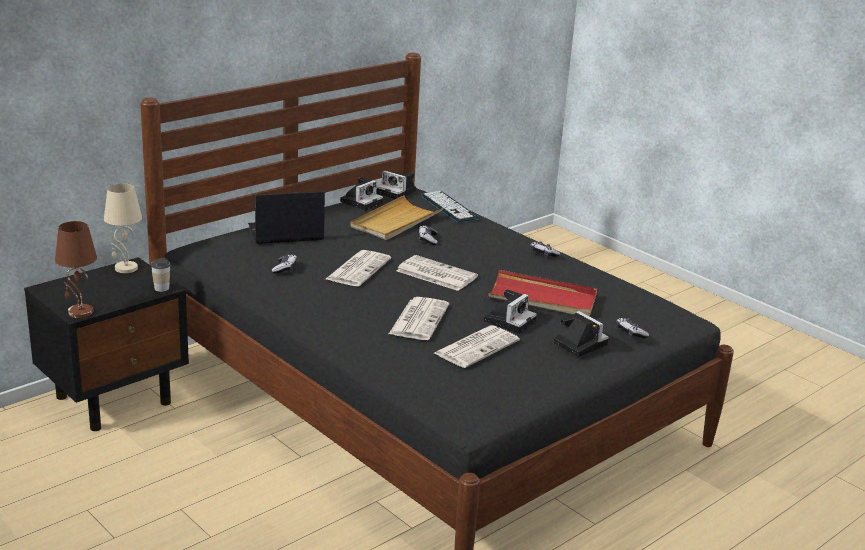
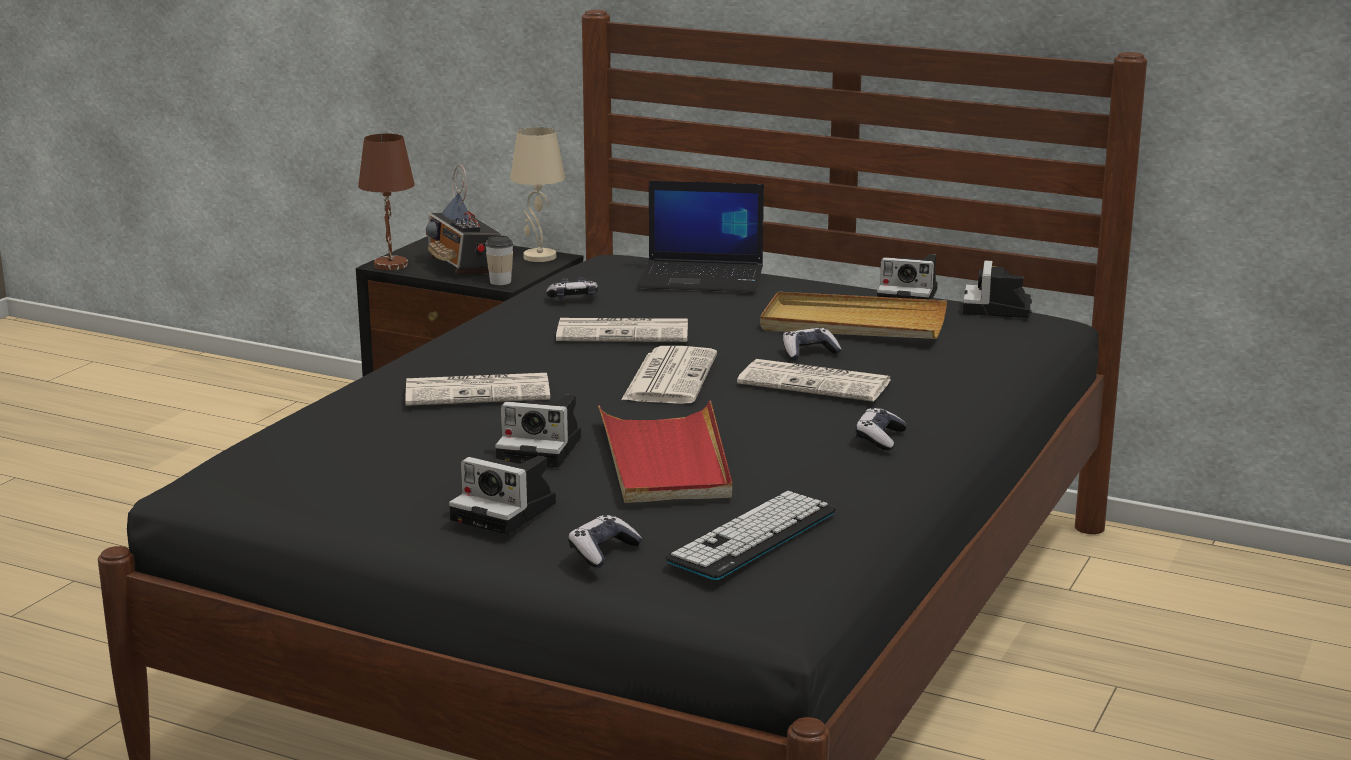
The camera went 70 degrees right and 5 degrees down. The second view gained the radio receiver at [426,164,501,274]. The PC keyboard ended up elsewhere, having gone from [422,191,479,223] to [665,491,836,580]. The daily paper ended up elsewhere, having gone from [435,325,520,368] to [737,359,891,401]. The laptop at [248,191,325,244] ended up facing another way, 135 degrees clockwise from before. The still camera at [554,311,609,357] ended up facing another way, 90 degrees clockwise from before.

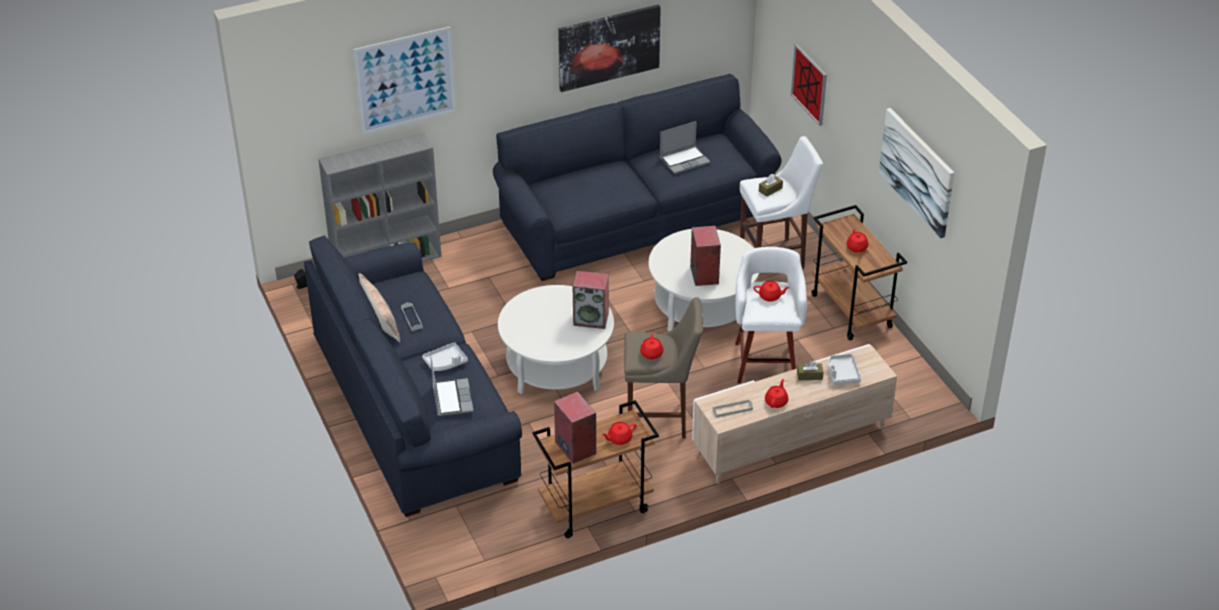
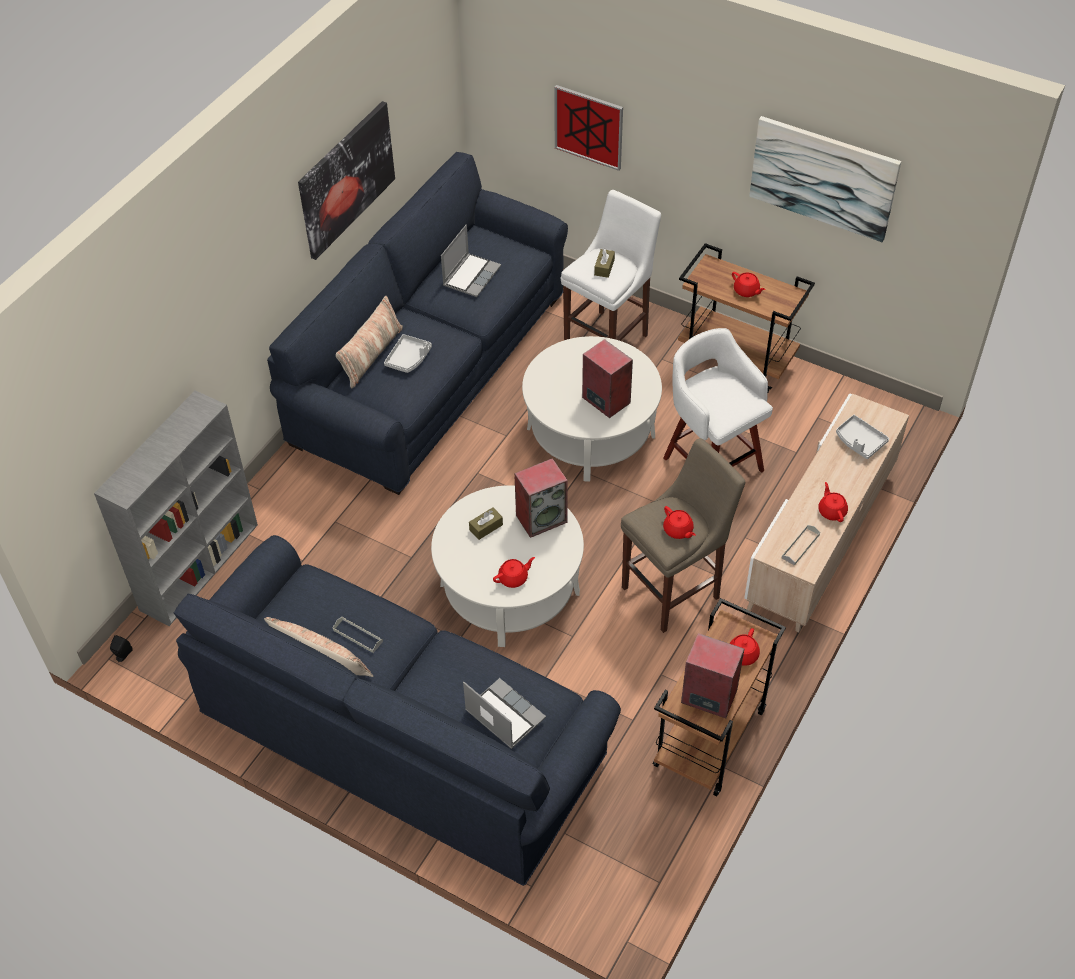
The camera went 35 degrees left and 10 degrees up. The second view lost the picture at [353,27,456,135]. The second view gained the pillow at [336,296,403,389]. The tray (greyish) ended up elsewhere, having gone from [422,342,468,371] to [384,334,432,373]. The tea pot (red-coloured) ended up elsewhere, having gone from [754,281,790,302] to [493,557,535,588]. The tissue holder (brownish) ended up elsewhere, having gone from [797,361,823,380] to [469,507,503,540].

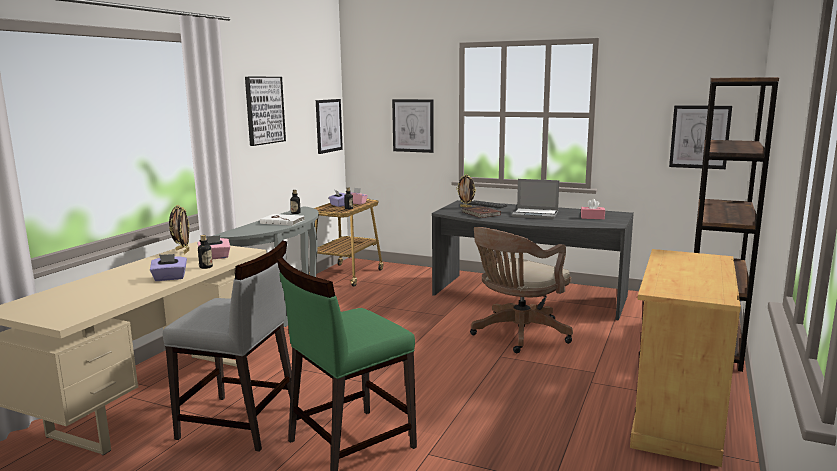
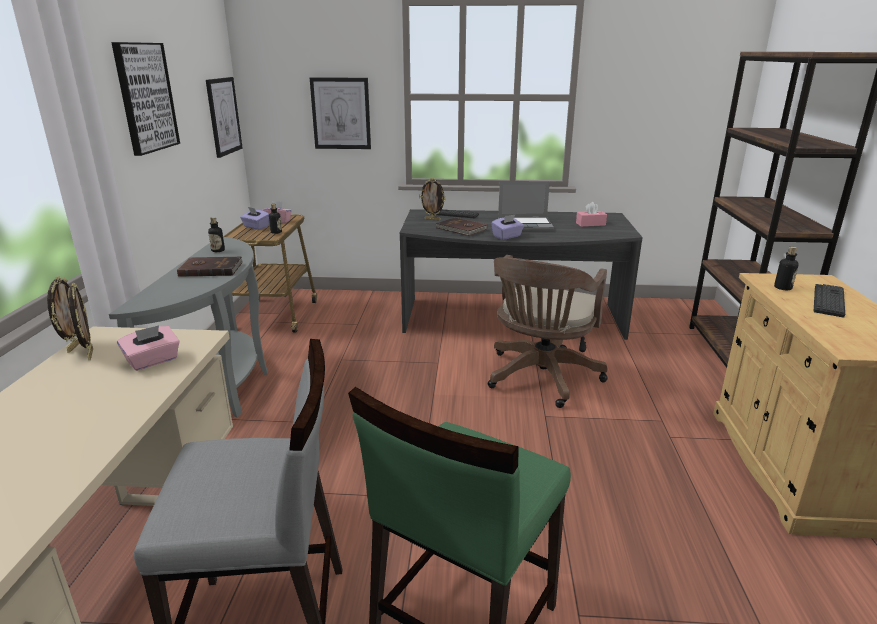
The camera went 20 degrees left and 10 degrees up. The second view lost the picture at [669,105,732,169]. The second view gained the PC keyboard at [814,284,845,318]. The tissue holder (purple) ended up elsewhere, having gone from [150,254,187,281] to [491,215,524,240]. The beverage bottle ended up elsewhere, having gone from [198,235,213,269] to [774,247,799,290]. What was the book (whitish) at [260,214,305,226] turned into the book (brownish) at [176,257,243,277].

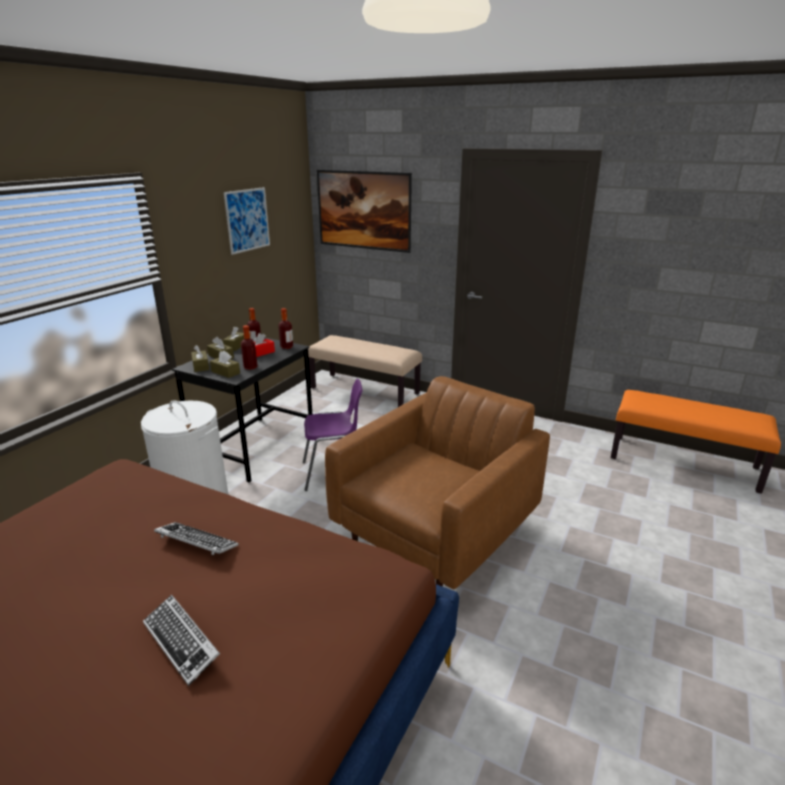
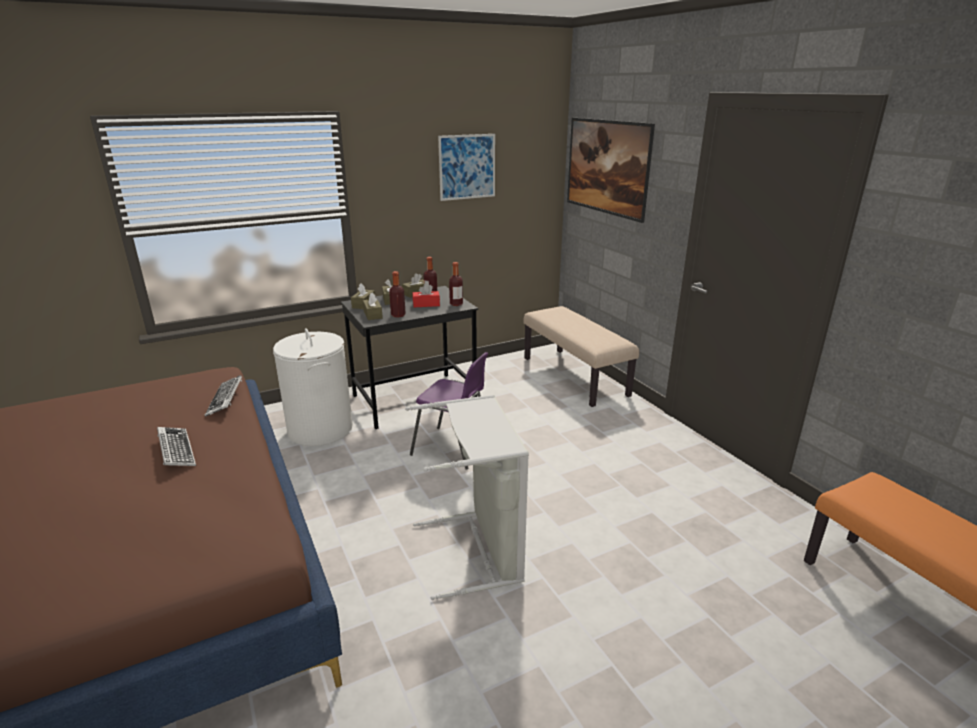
The camera went 35 degrees right and 0 degrees up. The PC keyboard ended up elsewhere, having gone from [143,595,220,686] to [205,375,242,417]. Where the lounge chair (brownish) stood at [325,376,550,589], the washing basket (greyish) came to stand at [405,395,529,600].

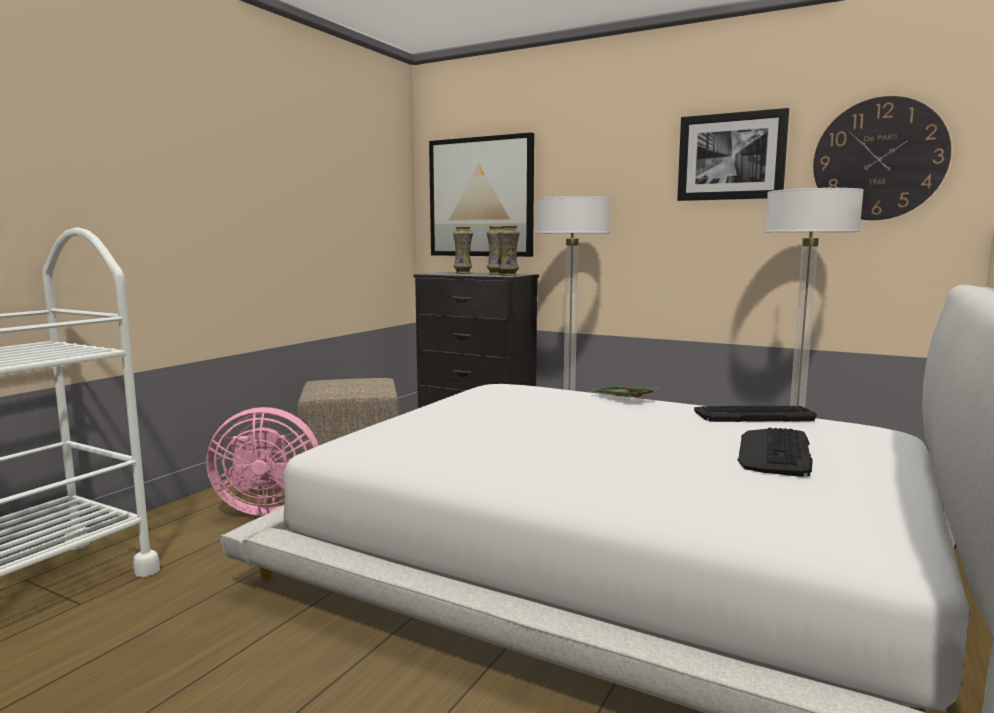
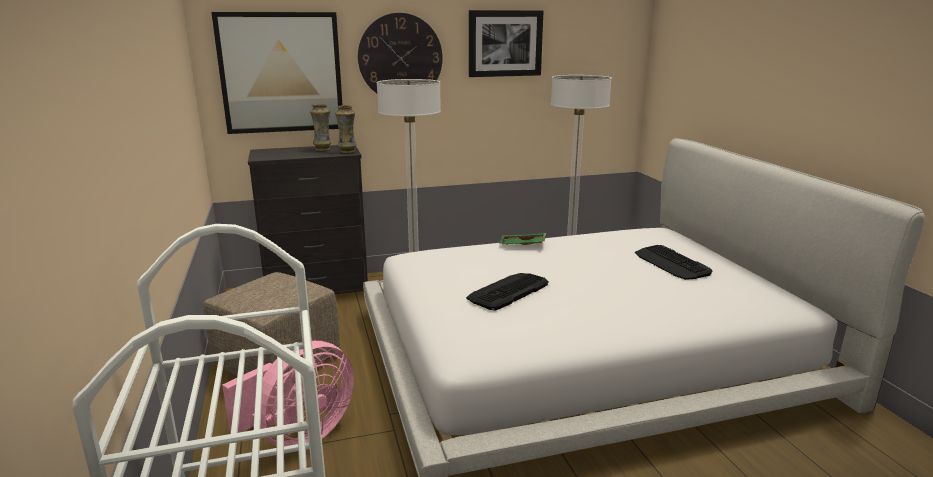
The camera went 45 degrees left and 10 degrees up. The second view lost the vase at [453,227,473,274]. The PC keyboard ended up elsewhere, having gone from [694,406,817,422] to [466,273,549,311]. The hanging clock ended up elsewhere, having gone from [813,96,951,220] to [358,13,443,93].

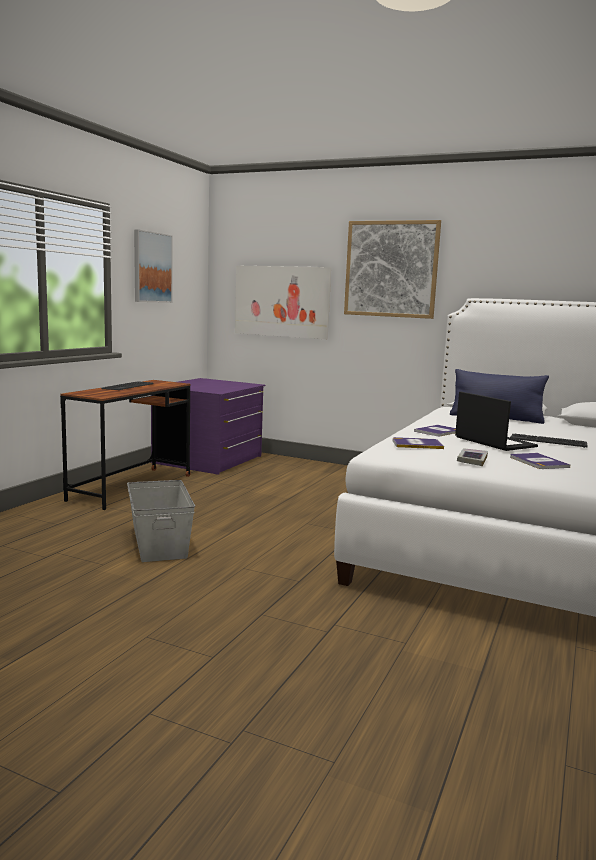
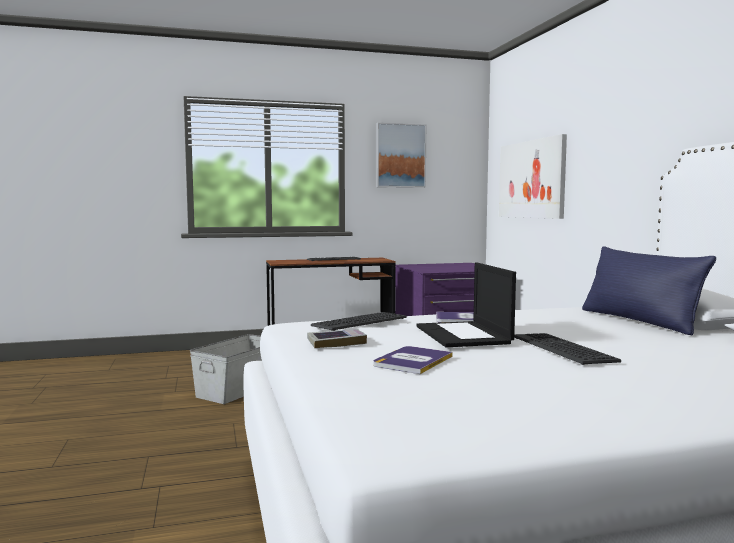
The camera went 50 degrees right and 5 degrees down. The second view lost the picture at [344,220,441,319]. Where the book stood at [393,437,444,449], the PC keyboard came to stand at [311,312,407,331]. The laptop at [455,392,538,451] ended up facing another way, 150 degrees clockwise from before.

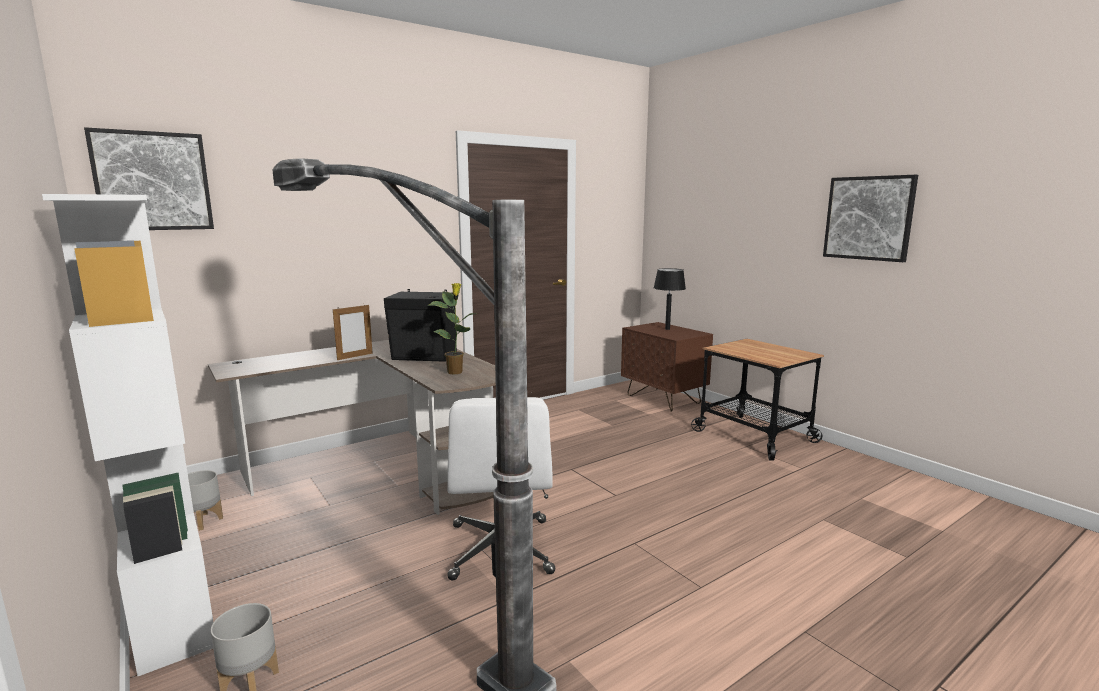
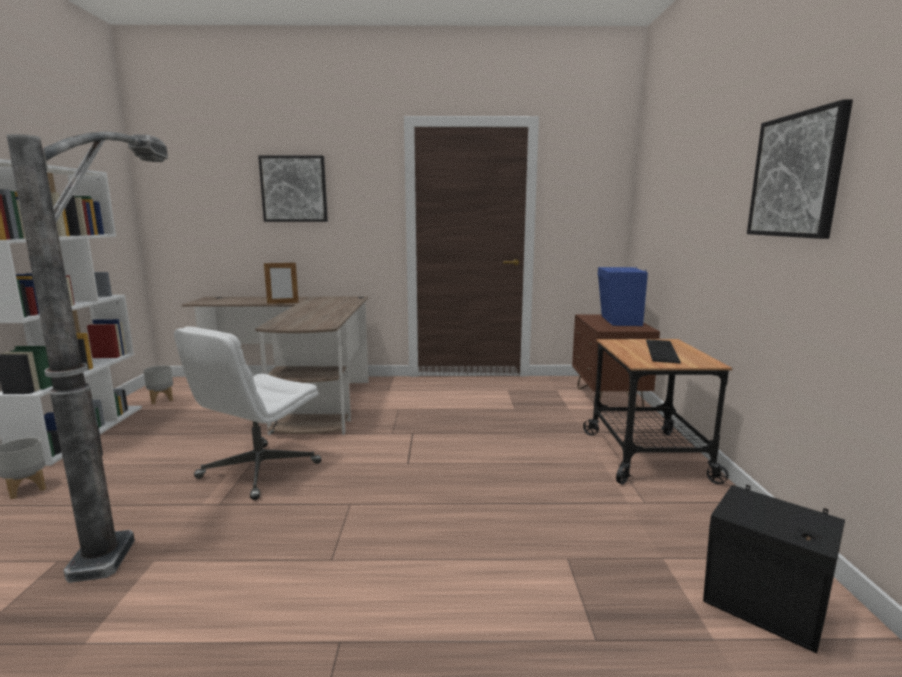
The camera went 35 degrees right and 0 degrees up. The second view lost the houseplant at [429,283,475,374]. The second view gained the PC keyboard at [646,339,681,364]. The picture ended up elsewhere, having gone from [84,127,214,230] to [258,156,328,222]. The audio speaker (black-coloured) ended up elsewhere, having gone from [384,289,457,362] to [703,485,845,653]. Where the tabletop lamp (black-coloured) stood at [654,268,686,330], the audio speaker (blue-coloured) came to stand at [598,266,648,326].

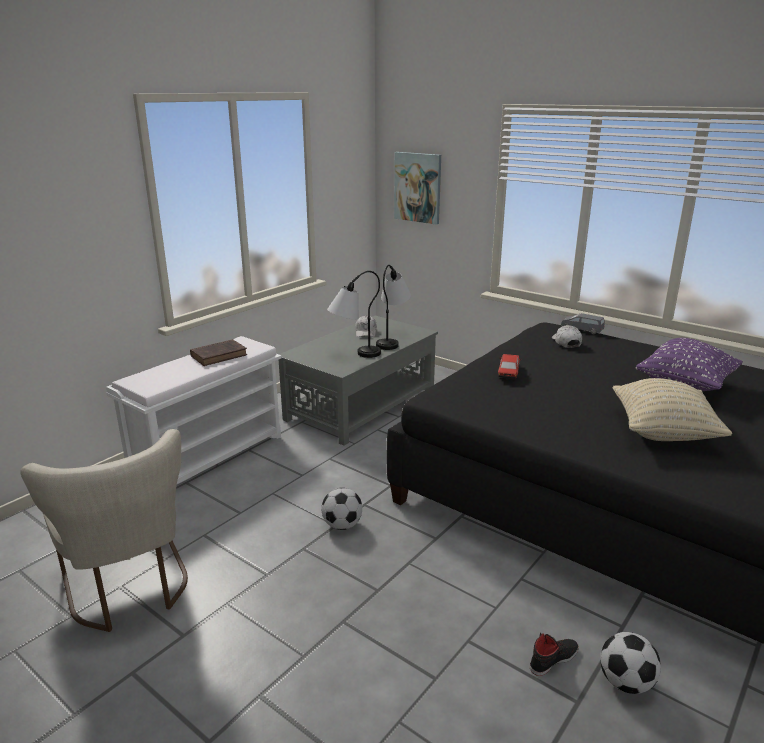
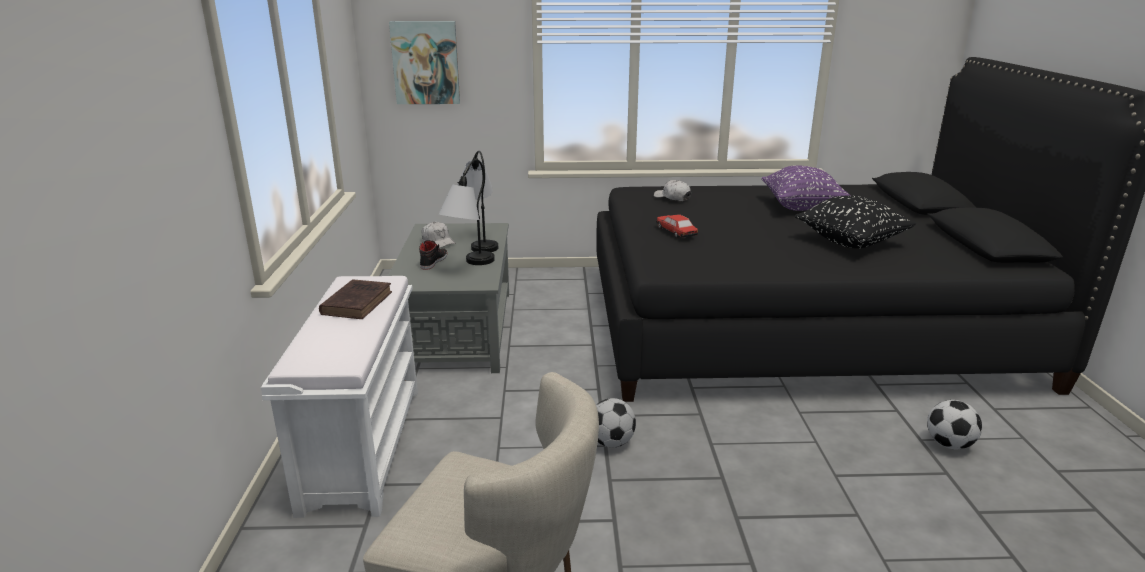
The camera went 40 degrees left and 0 degrees up. The second view lost the model car (greyish) at [561,313,605,334]. The shoe (black-coloured) ended up elsewhere, having gone from [530,632,579,676] to [419,240,448,270]. What was the pillow (beige-coloured) at [613,378,732,441] turned into the pillow (black-coloured) at [795,196,916,248].

